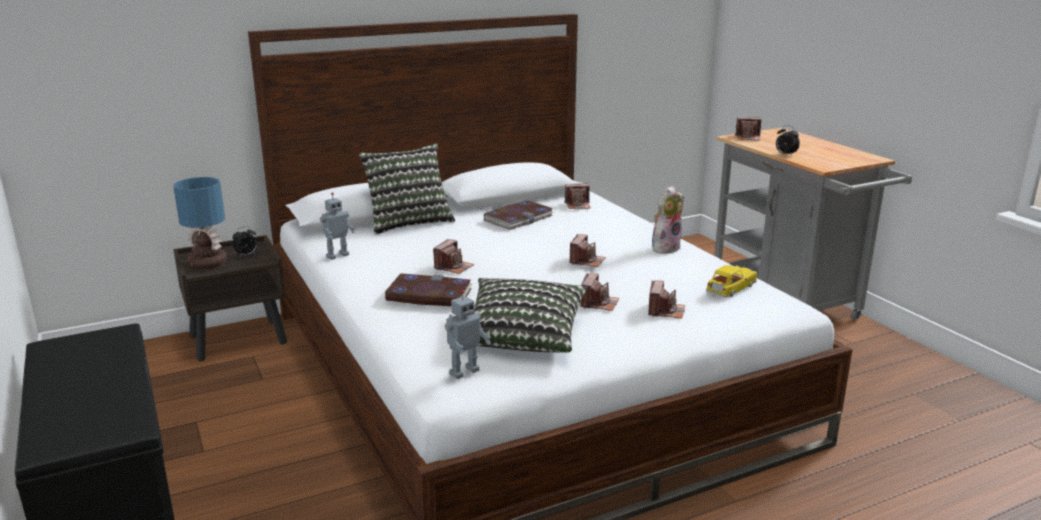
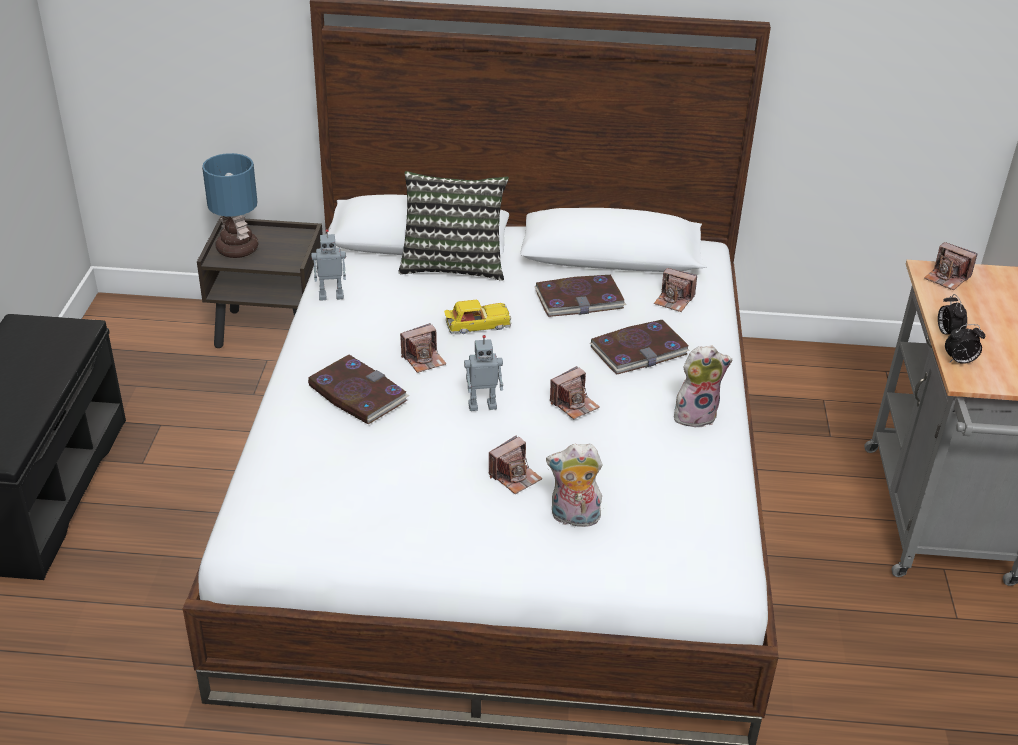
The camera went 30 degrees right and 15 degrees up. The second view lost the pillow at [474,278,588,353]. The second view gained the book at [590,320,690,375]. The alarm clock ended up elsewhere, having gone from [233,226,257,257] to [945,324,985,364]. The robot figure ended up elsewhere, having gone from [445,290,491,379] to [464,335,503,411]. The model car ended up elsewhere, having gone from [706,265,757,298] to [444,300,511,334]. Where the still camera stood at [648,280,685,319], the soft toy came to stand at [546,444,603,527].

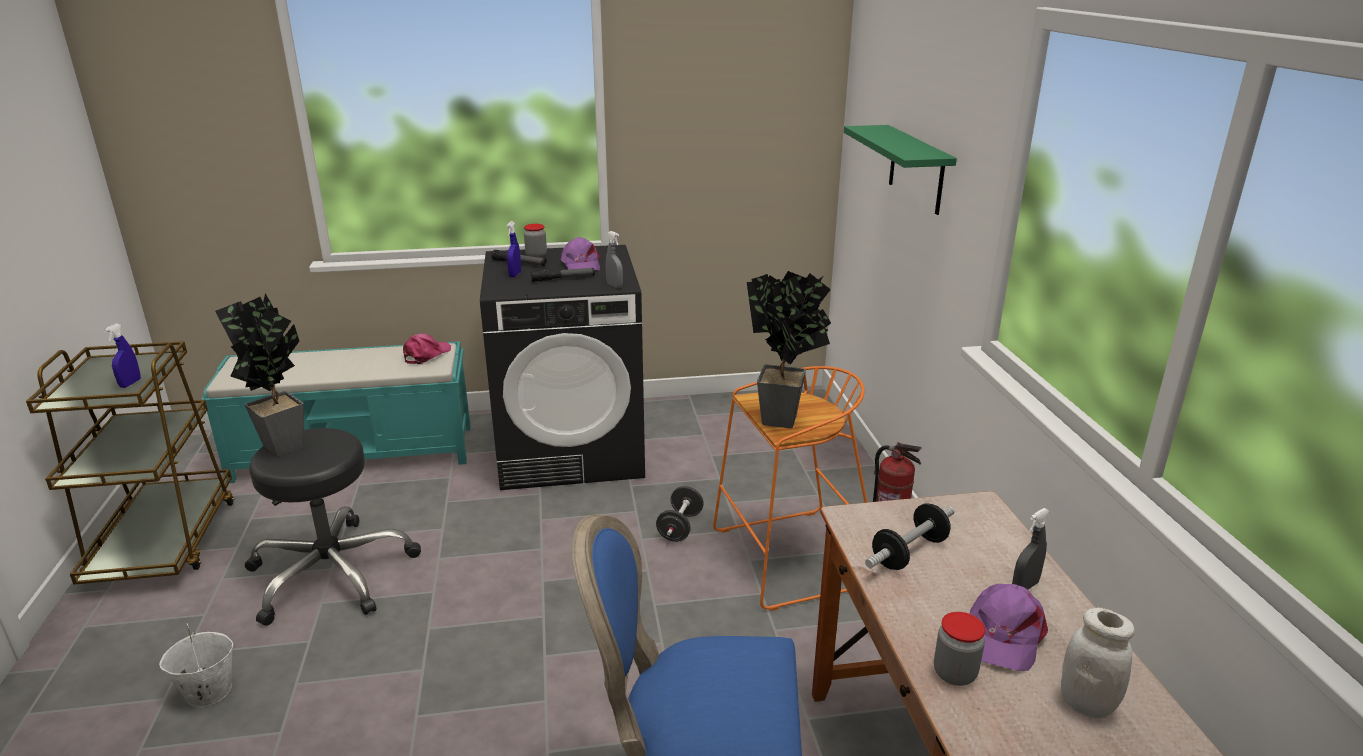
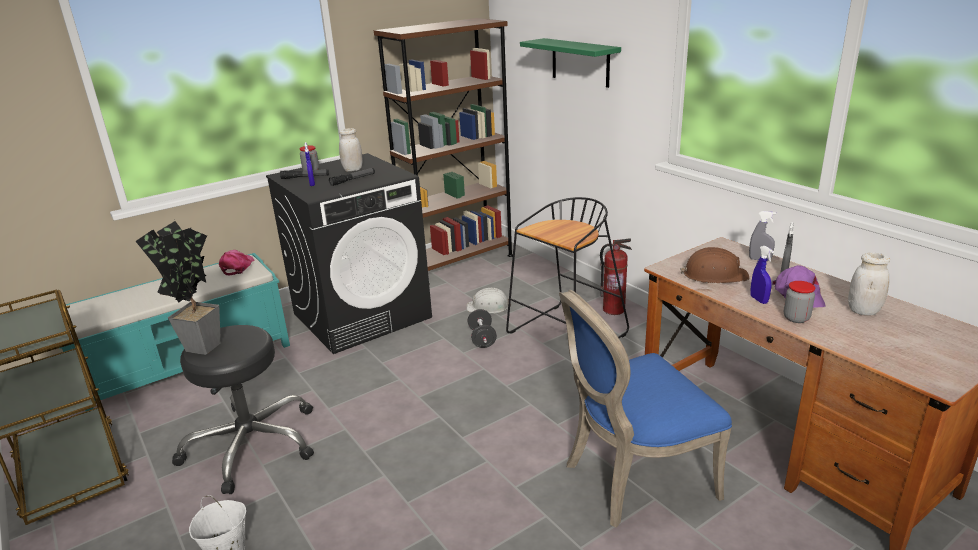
The camera went 25 degrees left and 0 degrees up. The second view lost the houseplant at [747,271,831,429]. The second view gained the bookcase (brownish) at [374,18,513,285]. The second view gained the work helmet (whitish) at [466,288,511,314]. The hand sprayer (blue-coloured) ended up elsewhere, having gone from [104,324,141,388] to [750,246,774,304]. The hand sprayer (greyish) ended up elsewhere, having gone from [606,231,623,288] to [749,211,776,261]. Where the peaked cap (purple) stood at [561,237,600,270], the storage jar (whitish) came to stand at [339,128,363,172]. Where the hand weight stood at [865,504,955,570], the work helmet (brownish) came to stand at [680,247,750,283]. What was the stool (orangey) at [713,366,867,611] turned into the stool (black-coloured) at [506,197,629,338].

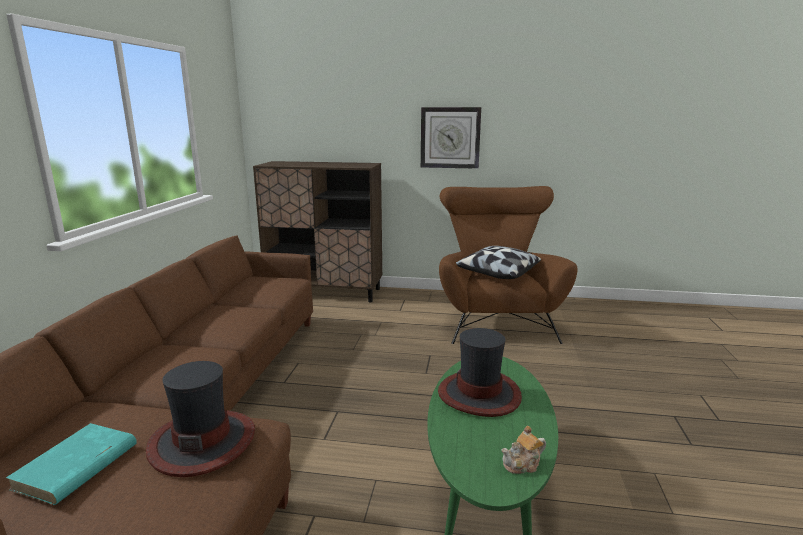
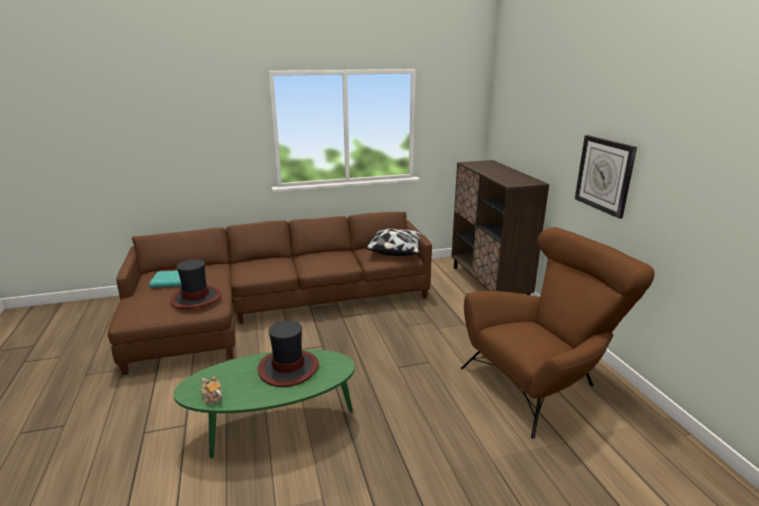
The camera went 65 degrees right and 5 degrees up. The pillow ended up elsewhere, having gone from [456,246,541,279] to [365,228,425,256].

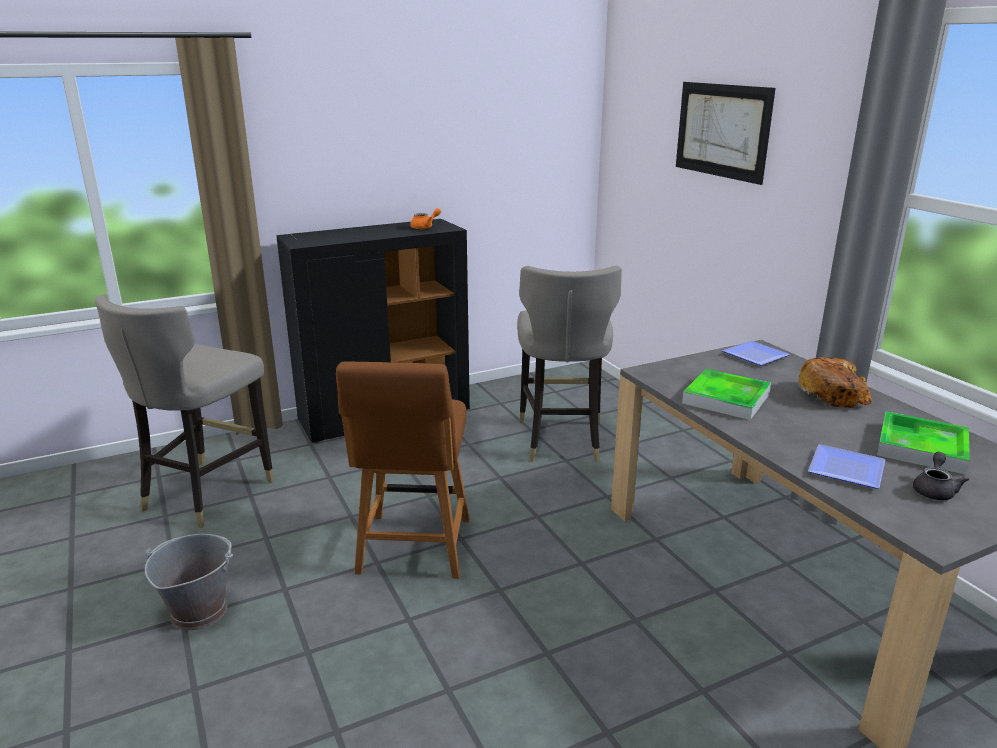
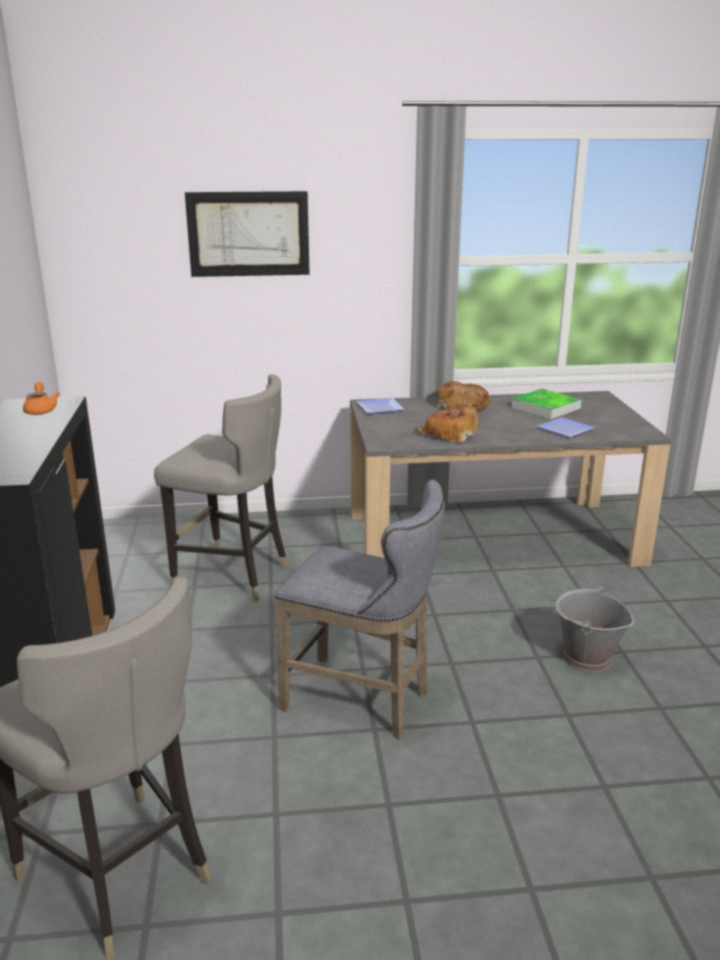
The camera went 70 degrees left and 0 degrees up. The second view lost the tea pot (greyish) at [913,452,969,500]. The water bucket (greyish) ended up elsewhere, having gone from [145,534,233,630] to [555,586,634,673]. Where the plain chair (brownish) stood at [336,362,469,579], the stool (greyish) came to stand at [275,480,445,739]. Where the tray stood at [682,369,771,420], the bread came to stand at [417,404,478,442].

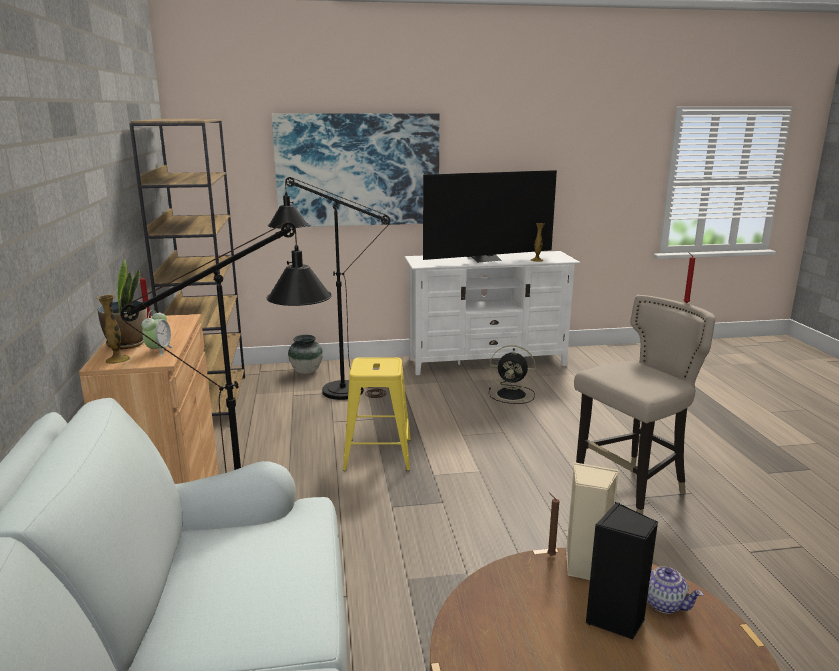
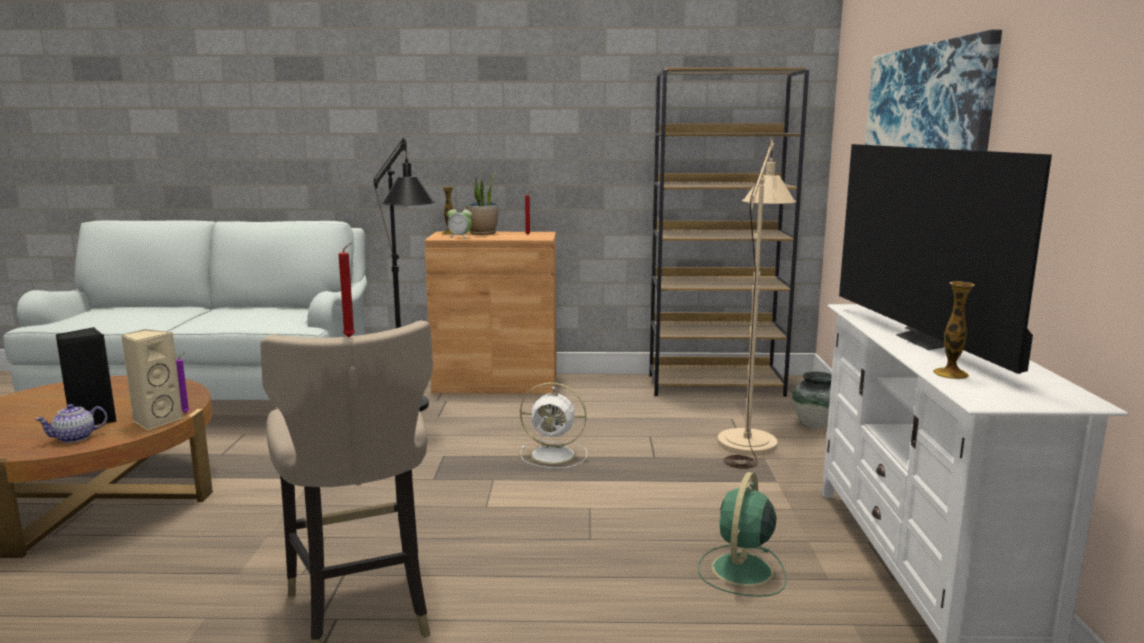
The camera went 100 degrees right and 5 degrees down. Where the stool (yellow-coloured) stood at [343,357,411,471], the cooling fan (whitish) came to stand at [520,382,587,468]. What was the floor lamp (black-coloured) at [268,177,391,400] turned into the floor lamp (beige-coloured) at [718,138,796,469]. What was the cooling fan (black-coloured) at [489,345,536,404] turned into the cooling fan (greenish) at [698,472,787,597]. What was the wax light (brownish) at [547,493,559,556] turned into the wax light (purple) at [176,353,190,413].

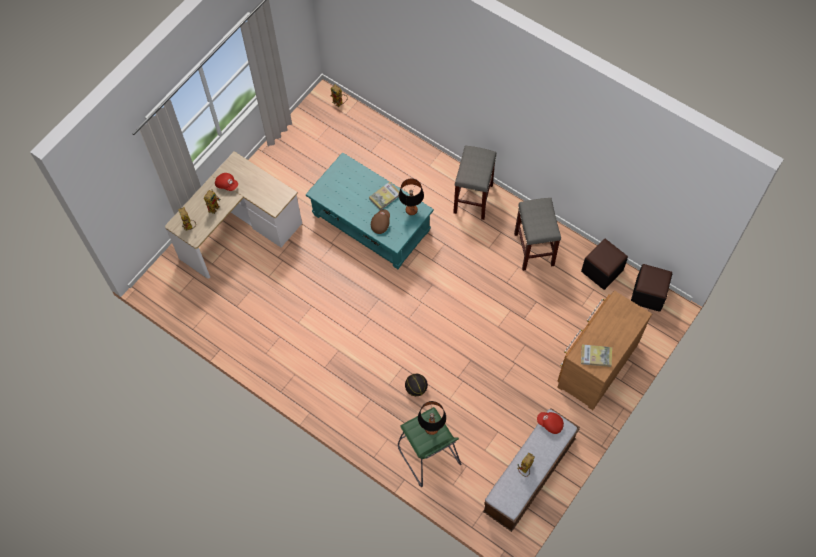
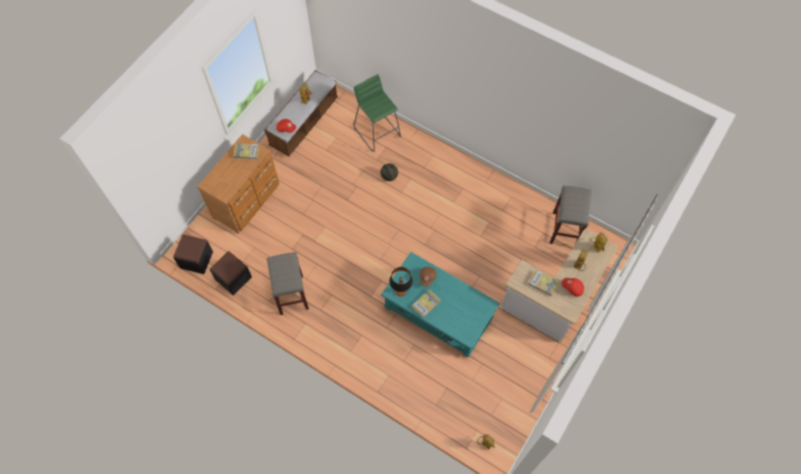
The camera went 175 degrees right and 0 degrees up. The second view lost the tabletop lamp at [418,401,446,435]. The second view gained the book at [528,270,559,296]. The stool (greyish) ended up elsewhere, having gone from [453,145,497,220] to [550,186,591,244].

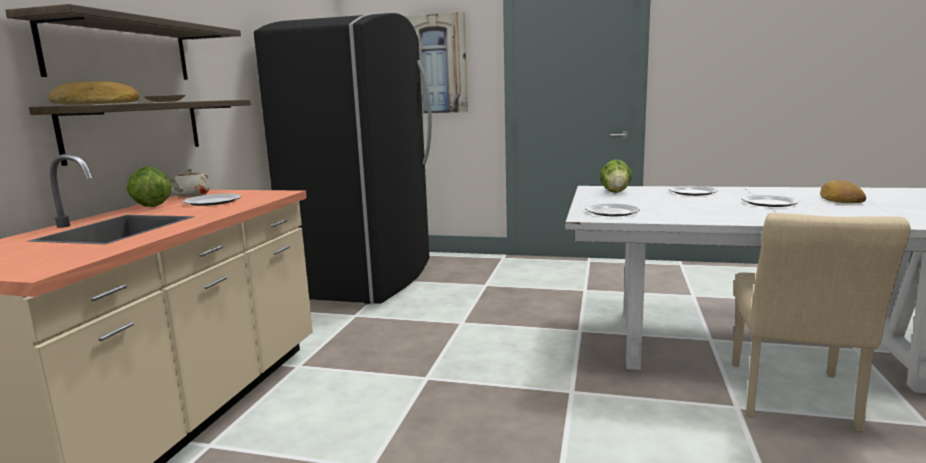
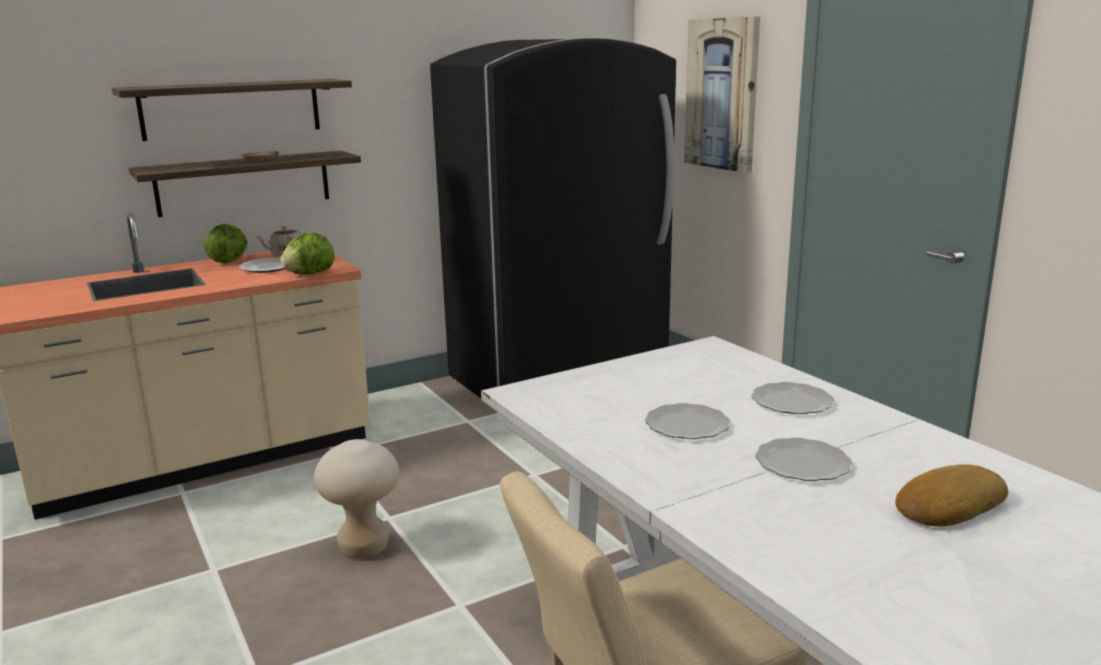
The camera went 45 degrees right and 5 degrees up. The second view lost the bread at [48,81,140,105]. The second view gained the stool (beige-coloured) at [314,439,399,559]. The flat dish ended up elsewhere, having gone from [585,204,640,216] to [645,403,730,439]. The head of lettuce ended up elsewhere, having gone from [600,159,632,193] to [280,233,334,275].

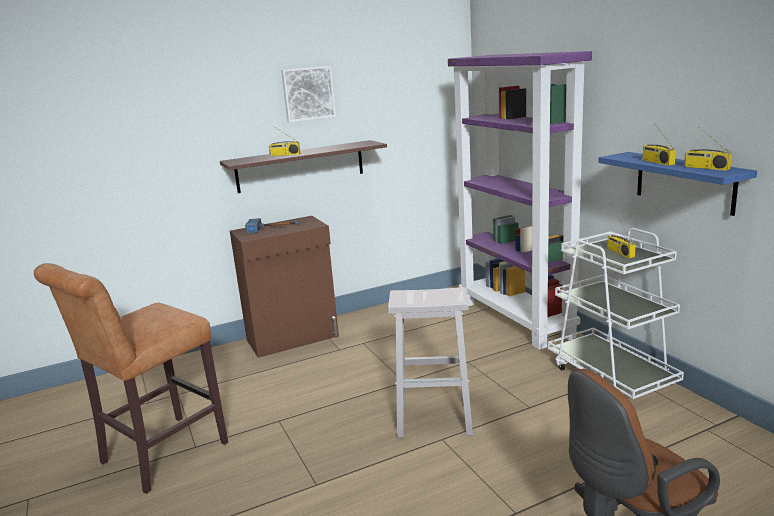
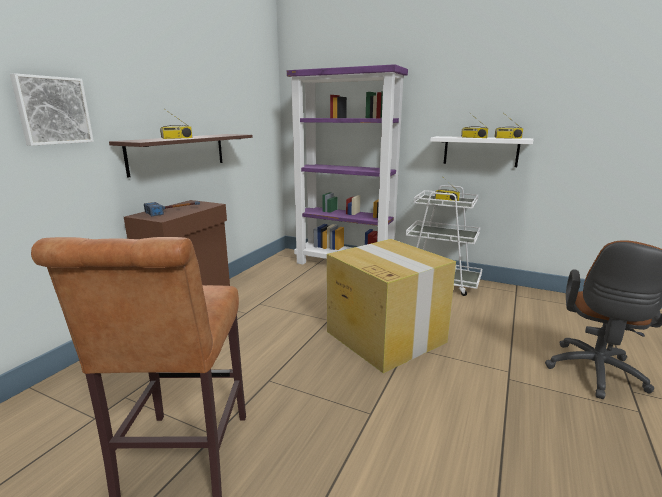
The camera went 40 degrees left and 0 degrees up. The picture ended up elsewhere, having gone from [281,66,336,122] to [10,73,94,146]. Where the stool (whitish) stood at [388,287,473,437], the packing box came to stand at [327,239,456,373]. What was the shelf (blue-coloured) at [598,152,757,216] turned into the shelf (whitish) at [430,136,533,167].

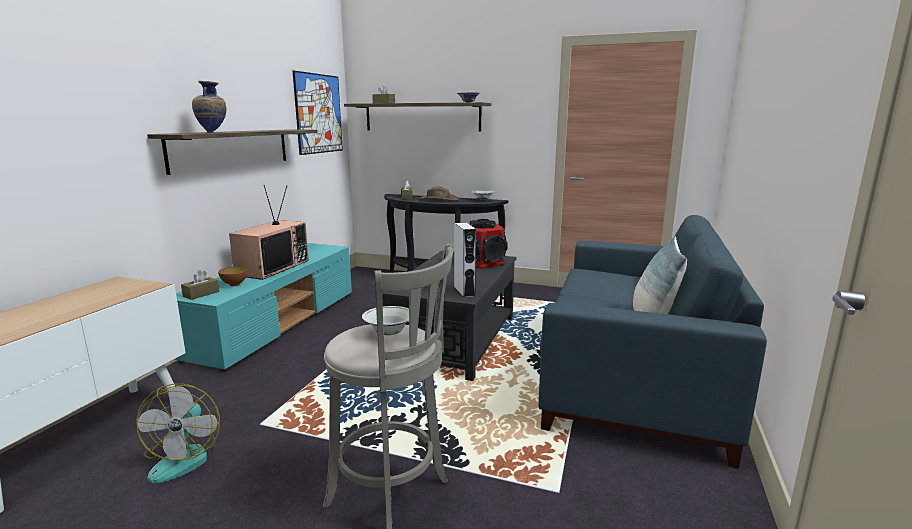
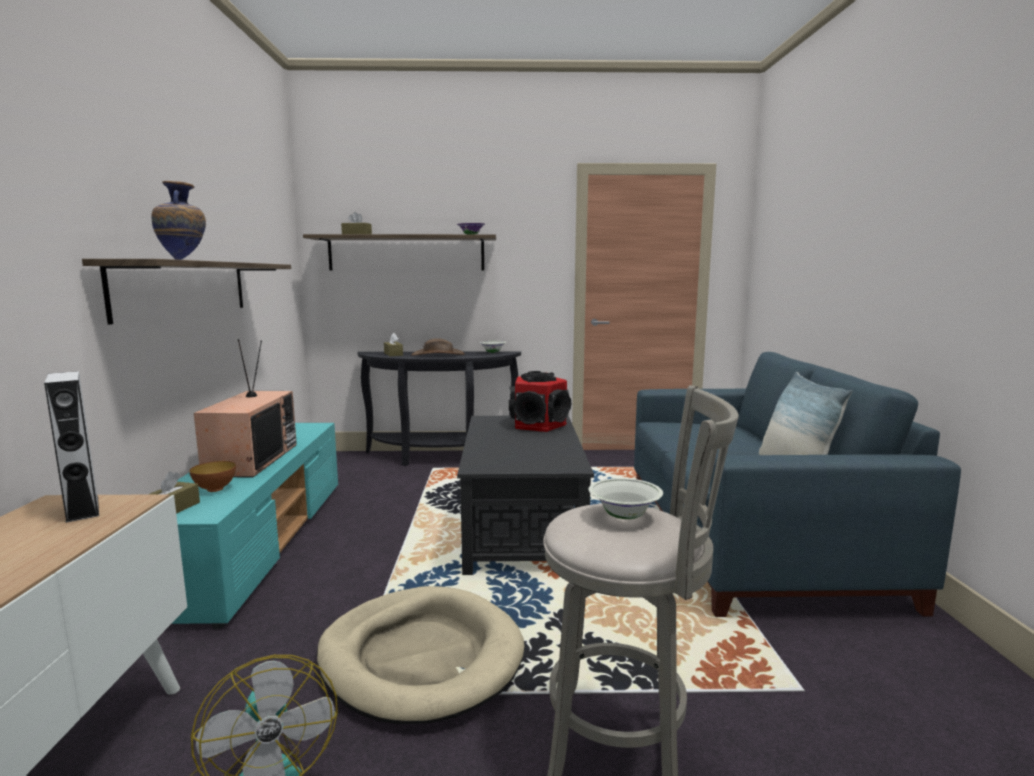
The camera went 20 degrees left and 5 degrees down. The second view lost the picture at [293,71,343,155]. The second view gained the dog bed (beige-coloured) at [317,586,524,724]. The audio speaker (greyish) ended up elsewhere, having gone from [454,222,476,297] to [44,371,99,523].

